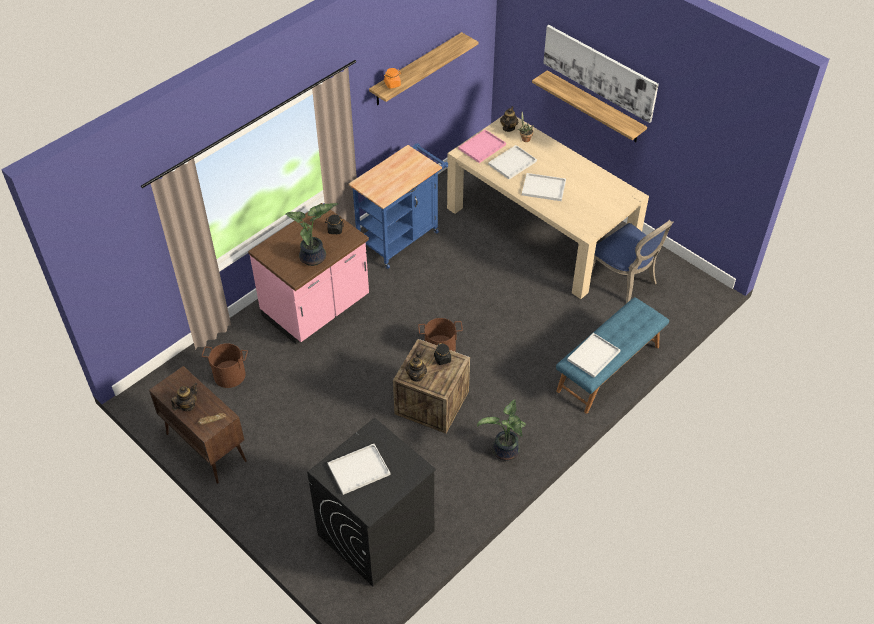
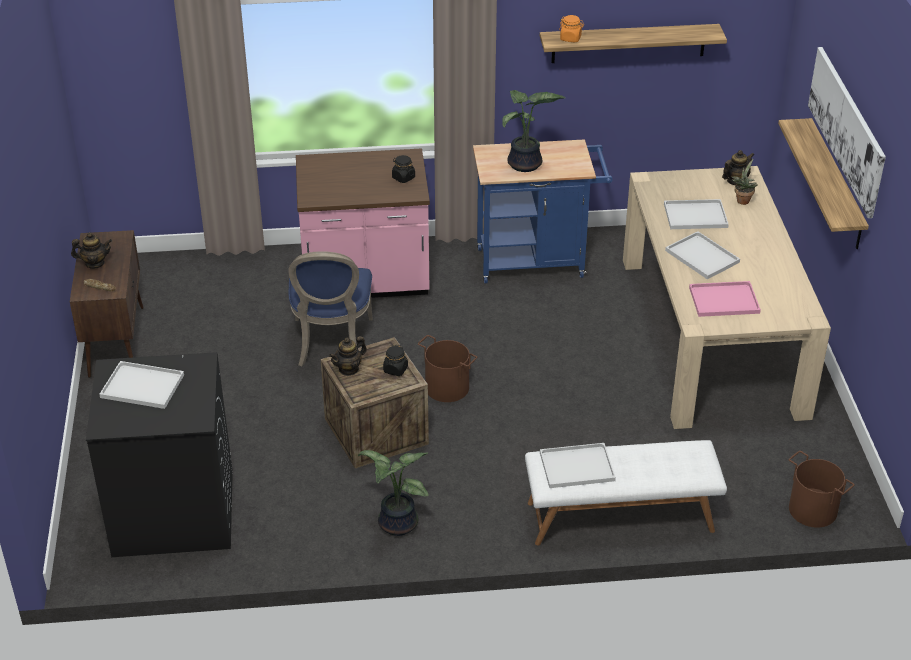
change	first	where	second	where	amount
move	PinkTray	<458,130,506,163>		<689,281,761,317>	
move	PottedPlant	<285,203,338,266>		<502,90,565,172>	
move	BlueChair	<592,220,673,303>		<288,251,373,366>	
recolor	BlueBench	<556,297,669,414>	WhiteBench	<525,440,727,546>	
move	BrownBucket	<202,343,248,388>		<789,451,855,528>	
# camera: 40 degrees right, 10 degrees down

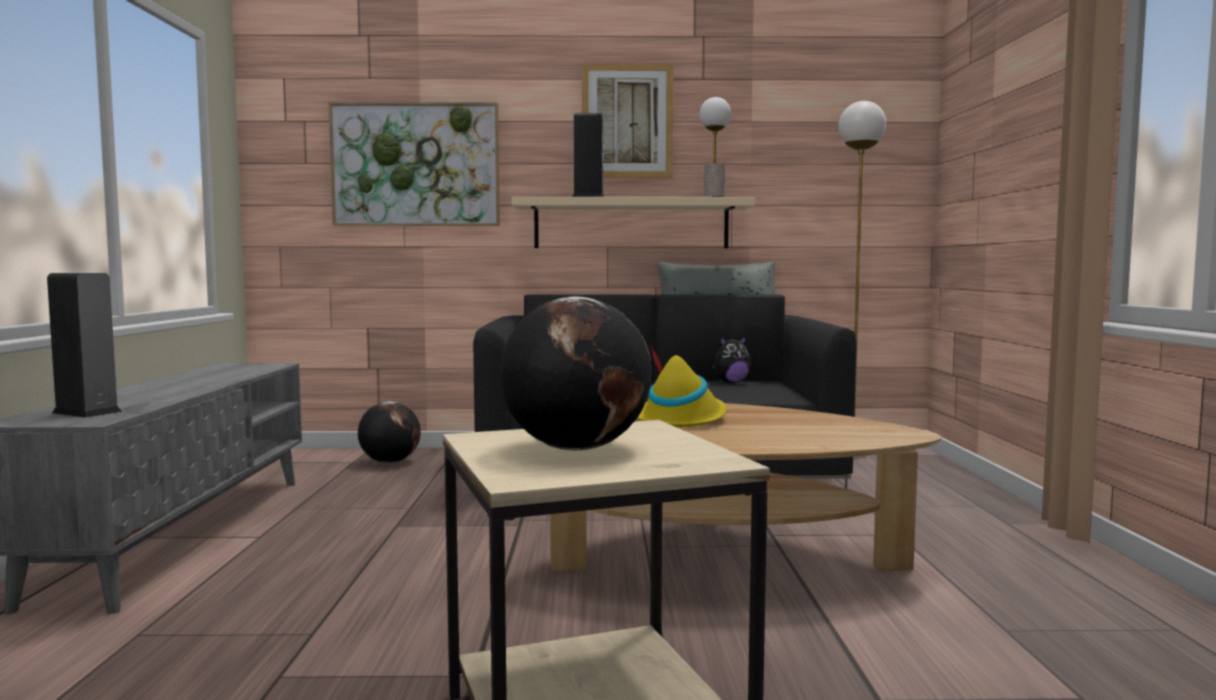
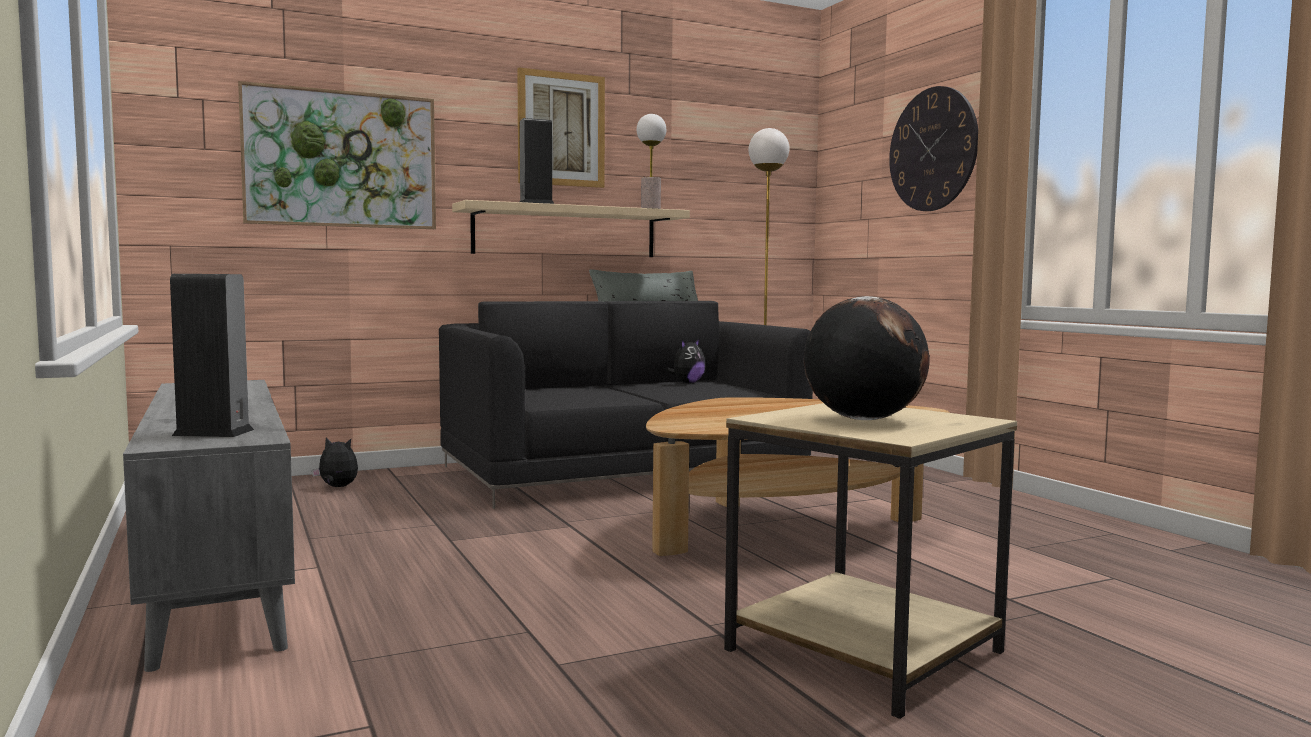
change	first	where	second	where	amount
delete	YellowHat	<637,345,727,428>			
replace	Globe	<358,401,421,463>	PlushToy	<312,437,358,487>	
insert			WallClock	<889,86,978,211>	
# camera: 25 degrees left, 0 degrees up

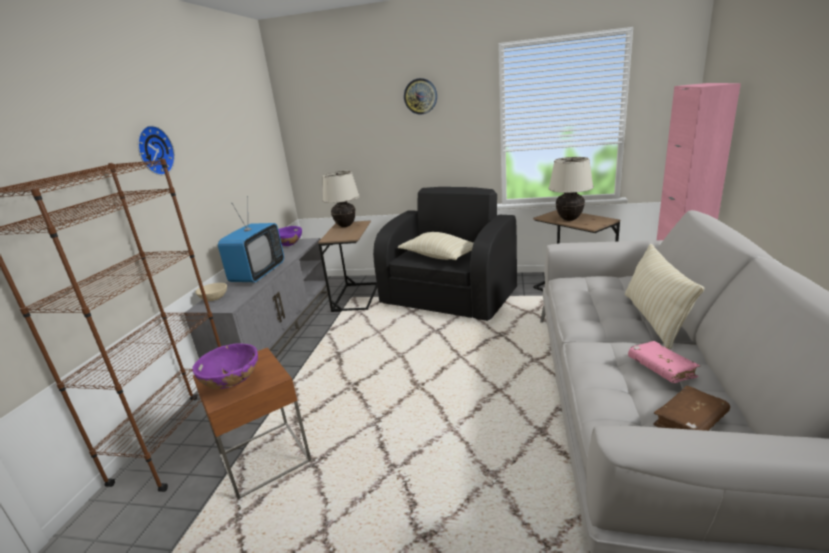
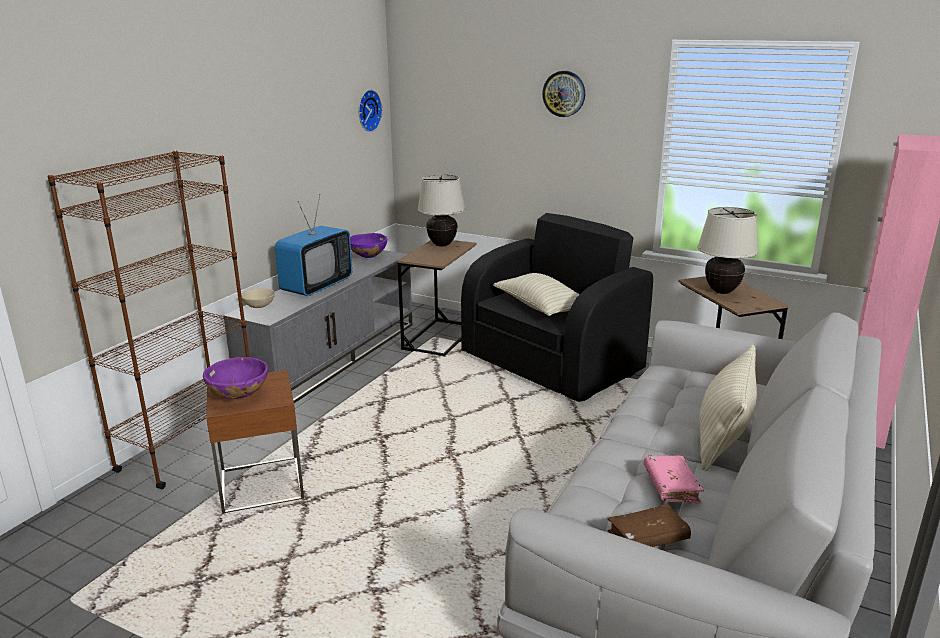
change	first	where	second	where	amount
move	WallClock	<138,125,175,175>		<358,90,382,132>	
# camera: 15 degrees right, 0 degrees up

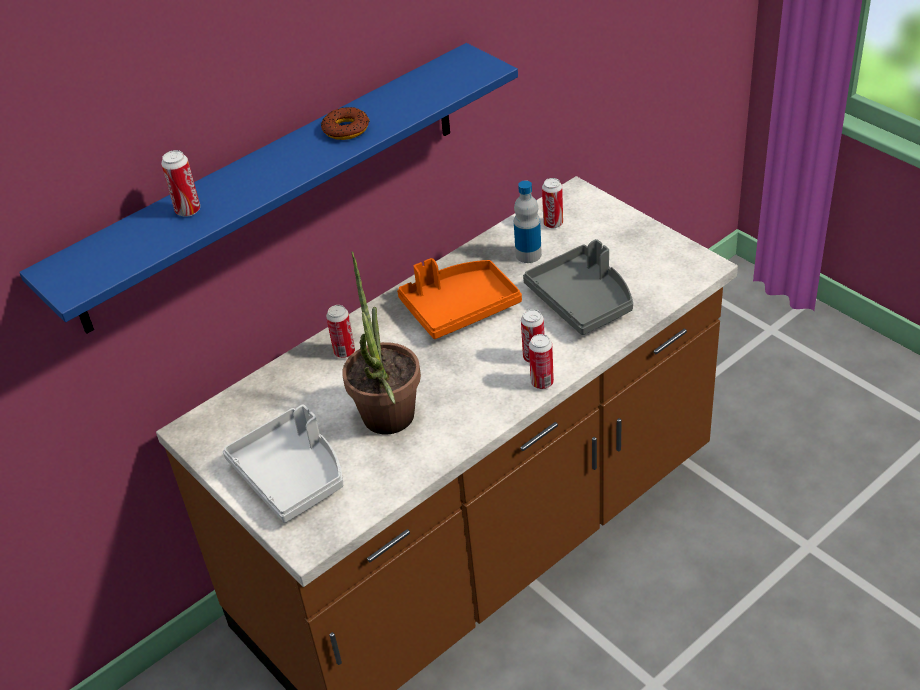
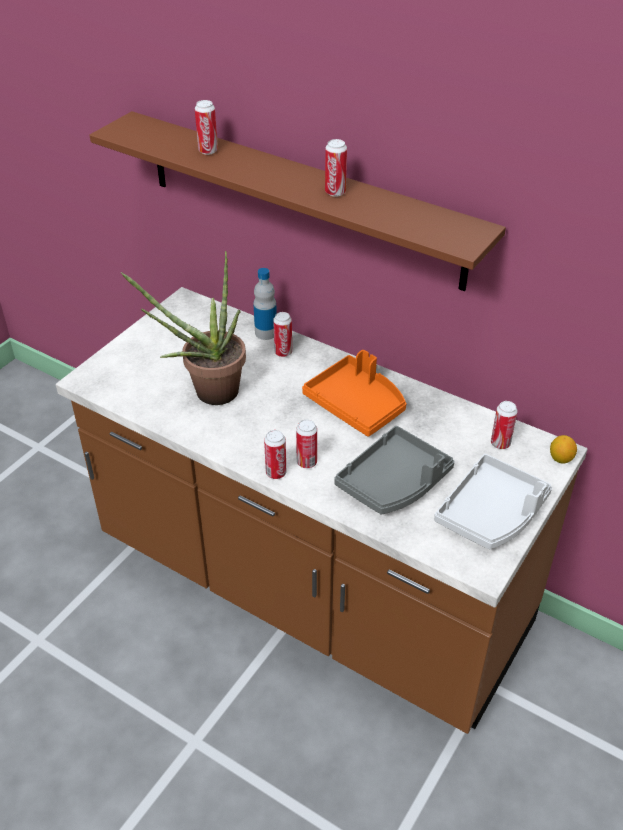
change	first	where	second	where	amount
recolor	BlueShelf	<19,43,518,334>	BrownShelf	<89,111,506,291>	
replace	Donut	<321,107,370,140>	Can	<325,139,347,197>	
move	Bottle	<514,180,542,263>		<253,268,277,340>	
move	GreyTray	<223,405,343,523>		<434,454,552,549>	
insert			Lemon	<550,435,577,464>	
# camera: 70 degrees right, 0 degrees up

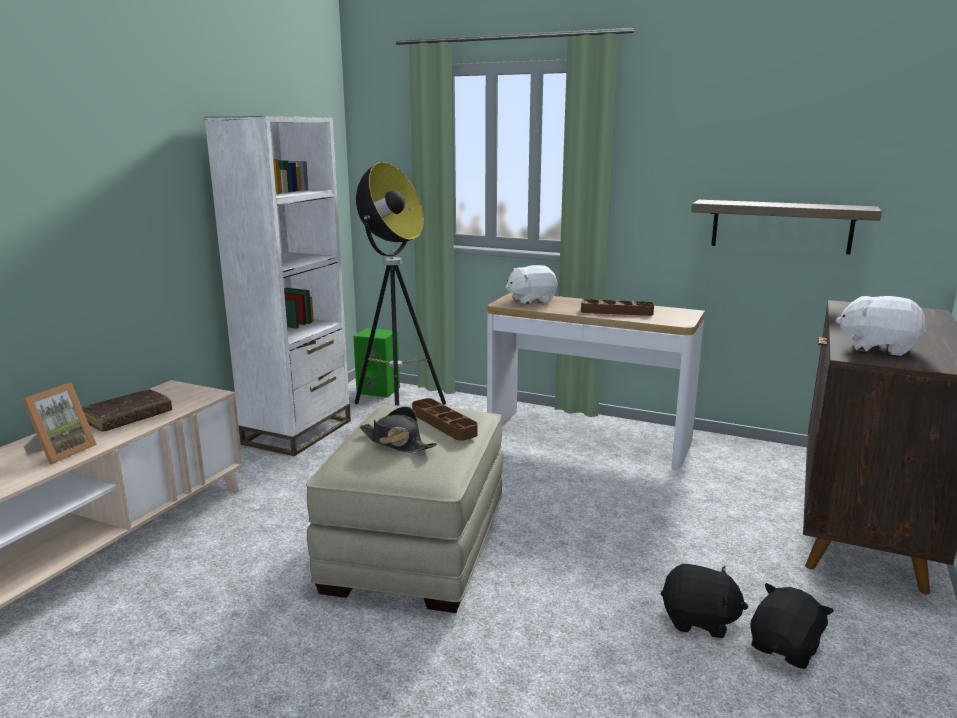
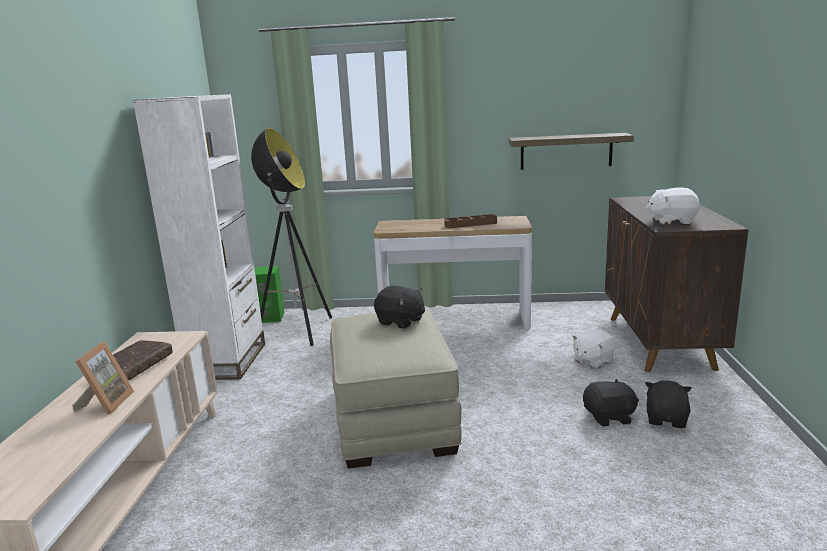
change	first	where	second	where	amount
move	WhitePlushToy	<505,265,558,305>		<572,329,616,369>	
replace	BrownTray	<412,398,478,441>	BlackPlushToy	<374,286,425,329>	
delete	BlackHat	<360,406,437,453>			
# camera: 20 degrees left, 0 degrees up

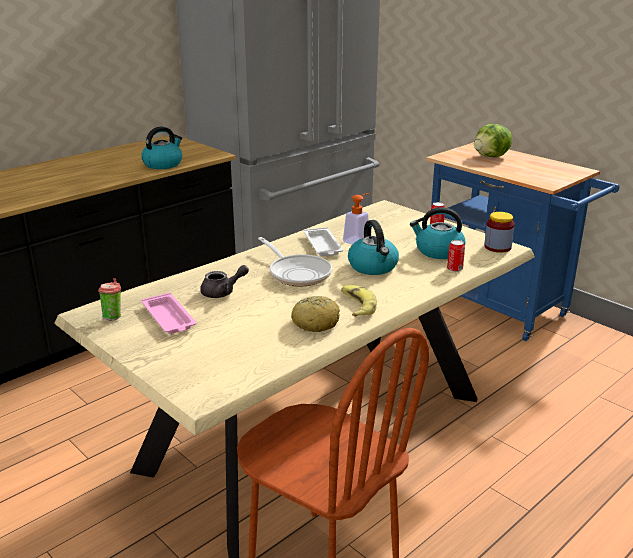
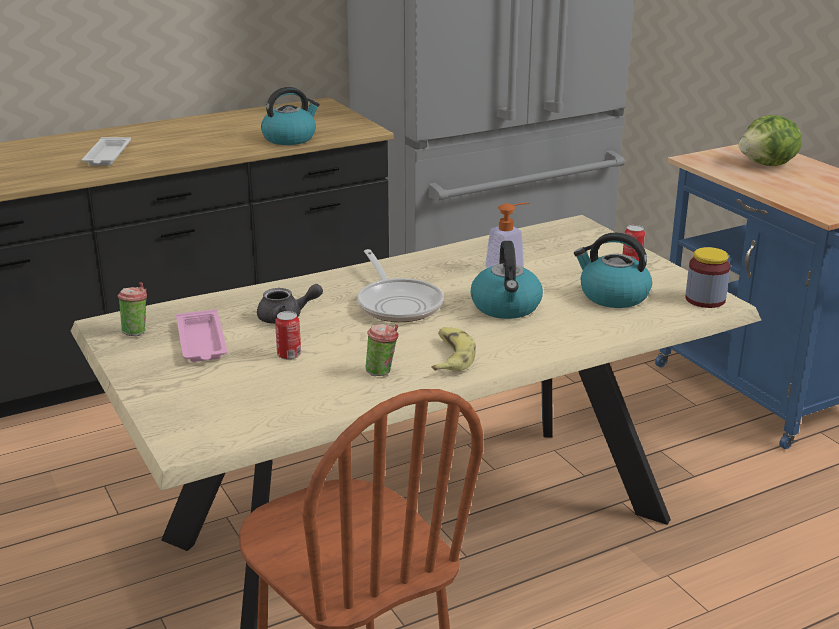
change	first	where	second	where	amount
move	WhiteTray	<304,227,343,256>		<82,137,131,166>	
move	Can	<447,240,465,272>		<275,311,301,360>	
replace	Bread	<291,296,340,332>	Cup	<365,324,399,376>	
# camera: 15 degrees right, 0 degrees up

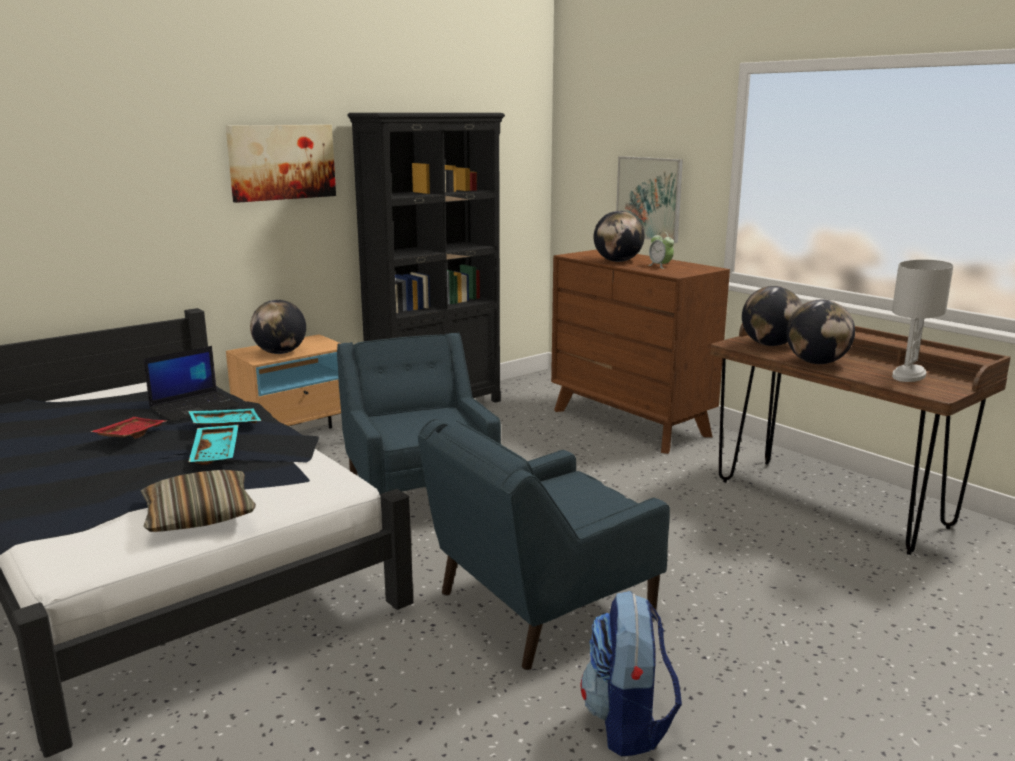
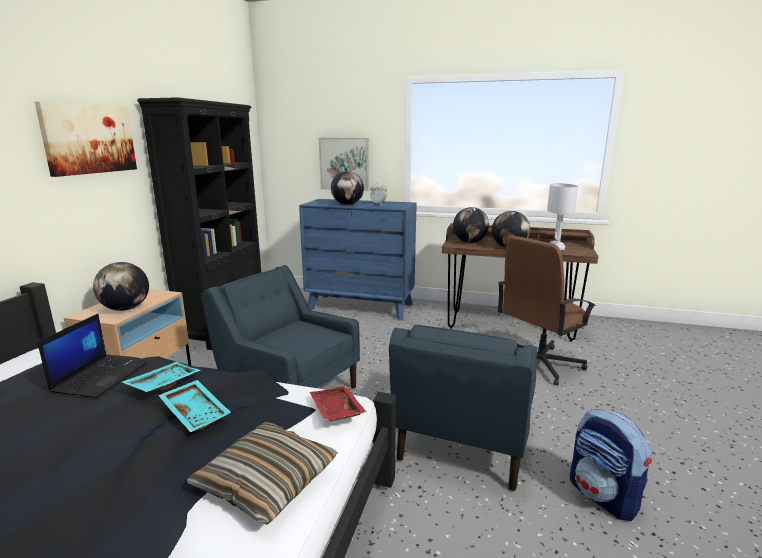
change	first	where	second	where	amount
recolor	BrownDresser	<551,250,730,454>	BlueDresser	<299,199,417,321>	
move	RedTray	<90,417,166,439>		<310,386,366,421>	
insert			BrownOfficeChair	<498,236,596,386>	
# camera: 35 degrees left, 0 degrees up

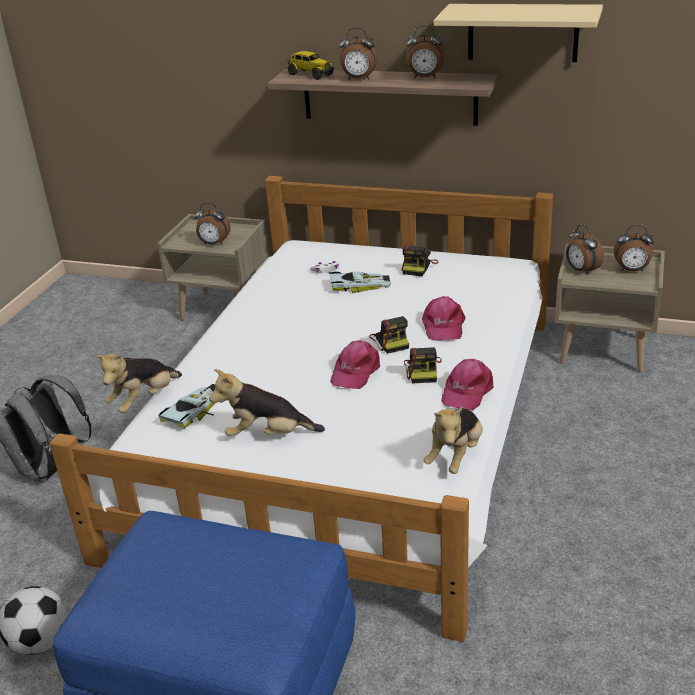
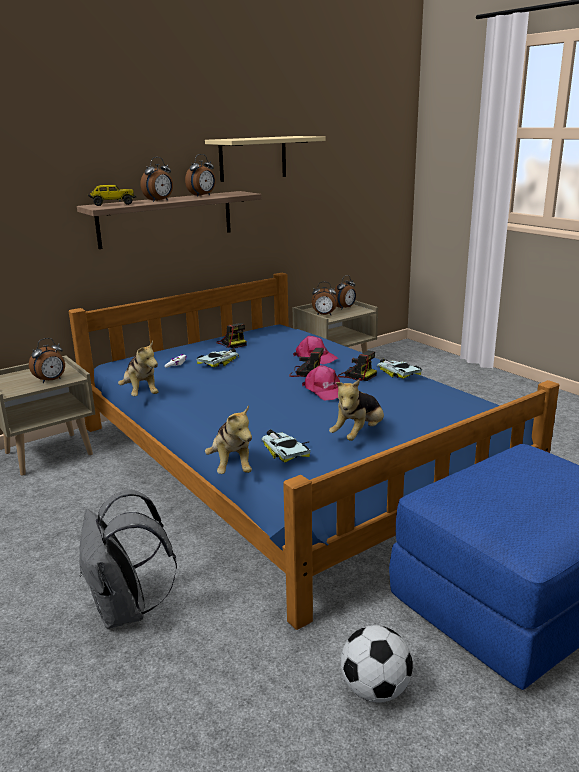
change	first	where	second	where	amount
recolor	WhiteBed	<49,176,553,642>	BlueBed	<69,273,559,630>	
replace	PinkCap	<441,359,493,410>	ToyCar	<377,358,422,379>	
move	PlushToy	<424,406,483,474>		<118,341,159,396>	
# camera: 55 degrees left, 10 degrees down

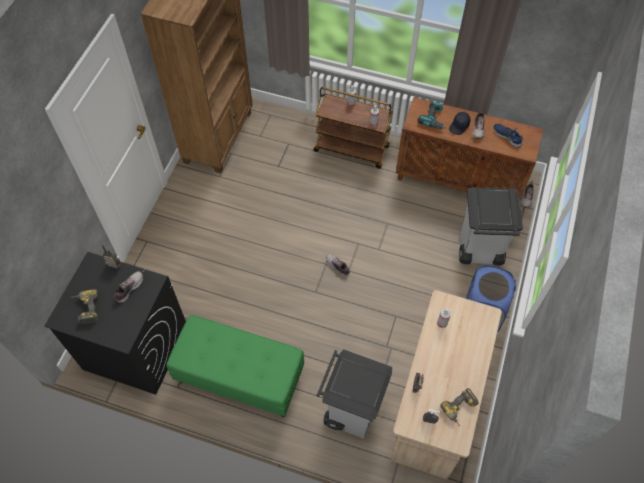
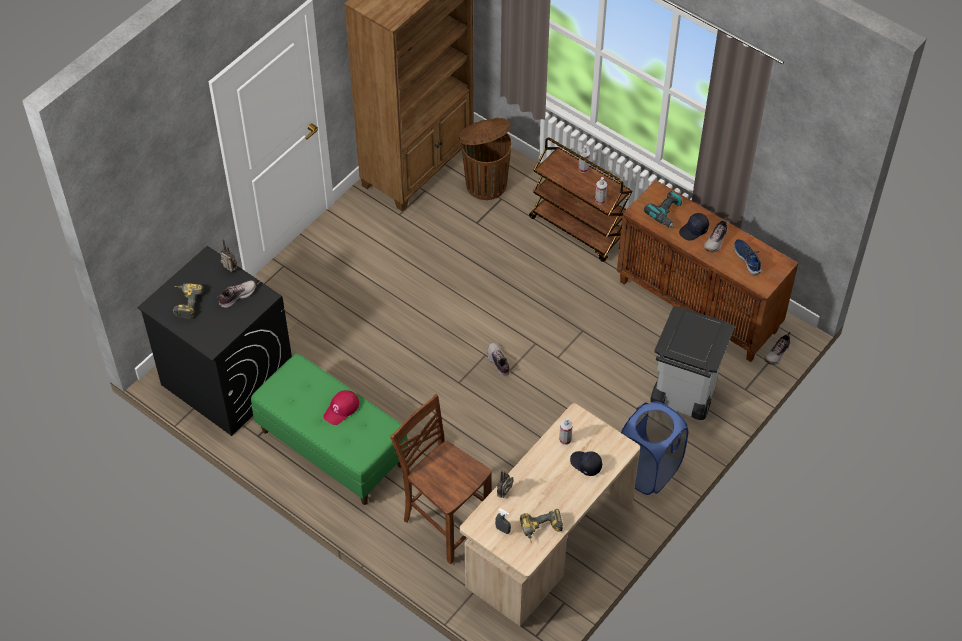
change	first	where	second	where	amount
replace	GreyTrashCan	<317,349,392,439>	BrownChair	<390,394,492,564>	
insert			BrownTrashCan	<459,118,512,200>	
insert			RedCap	<323,390,359,425>	
insert			BlackCap	<570,451,602,476>	
# camera: 20 degrees right, 5 degrees down

